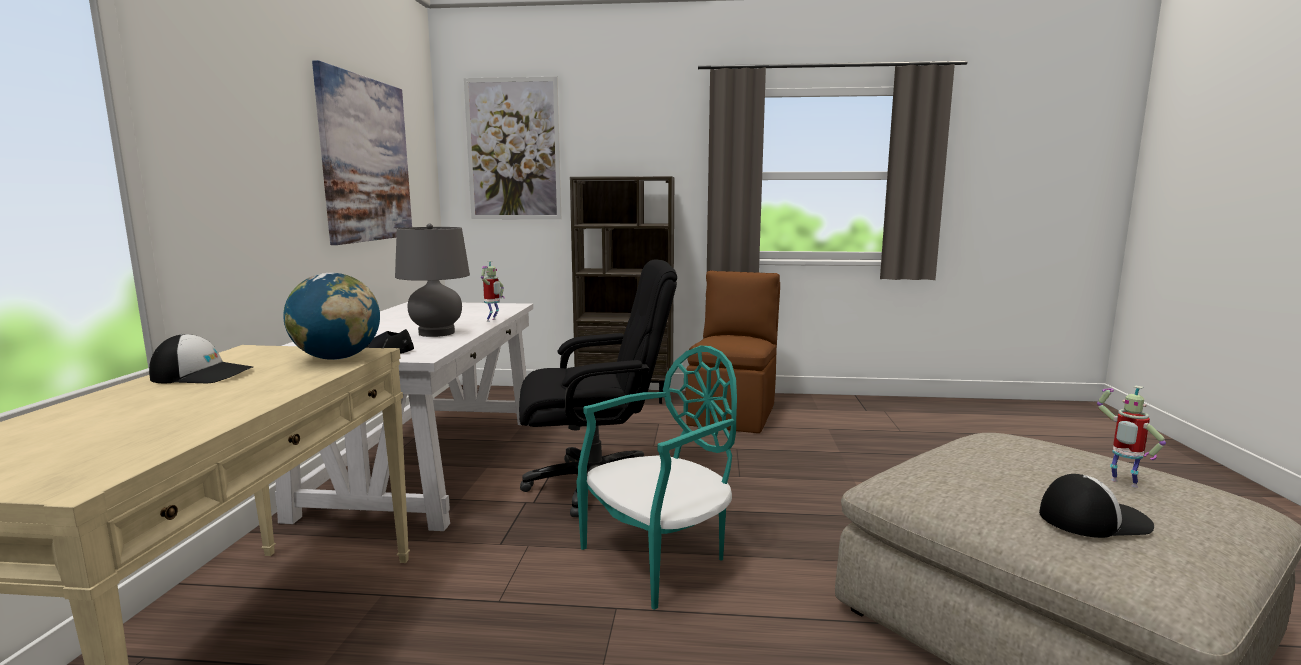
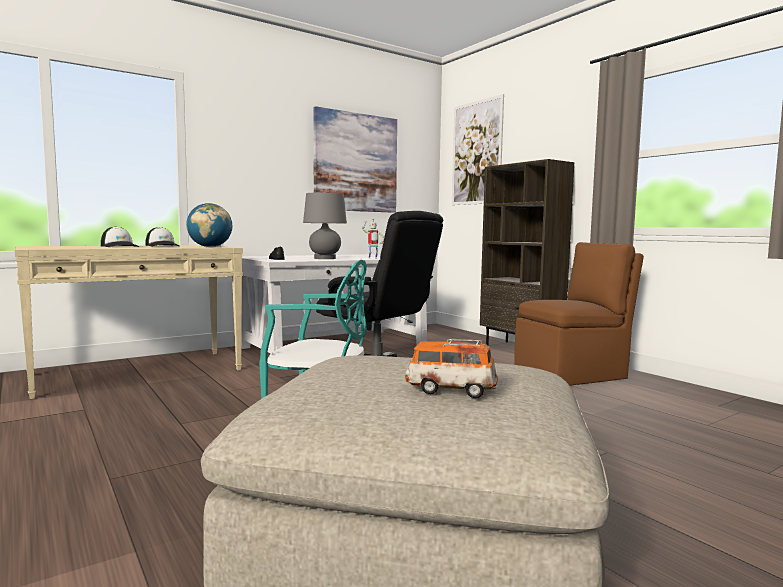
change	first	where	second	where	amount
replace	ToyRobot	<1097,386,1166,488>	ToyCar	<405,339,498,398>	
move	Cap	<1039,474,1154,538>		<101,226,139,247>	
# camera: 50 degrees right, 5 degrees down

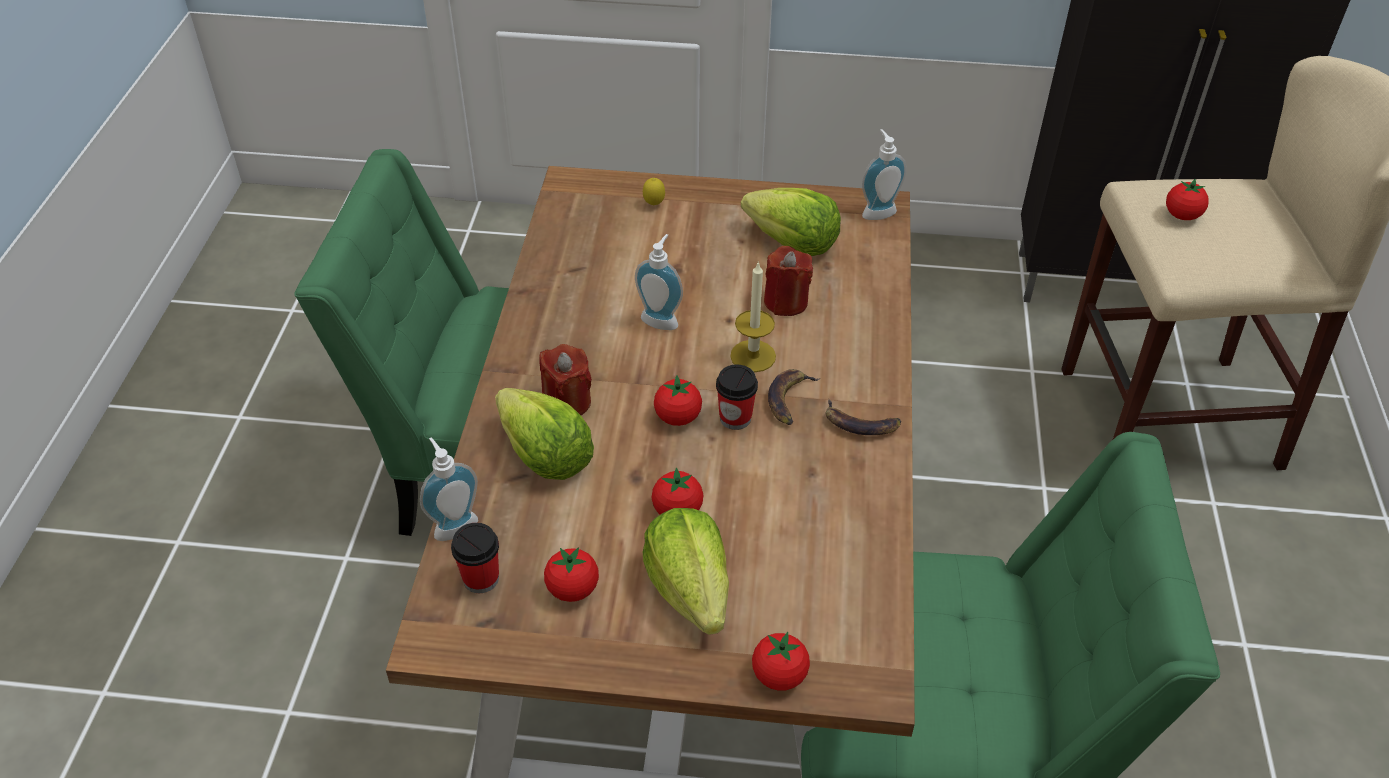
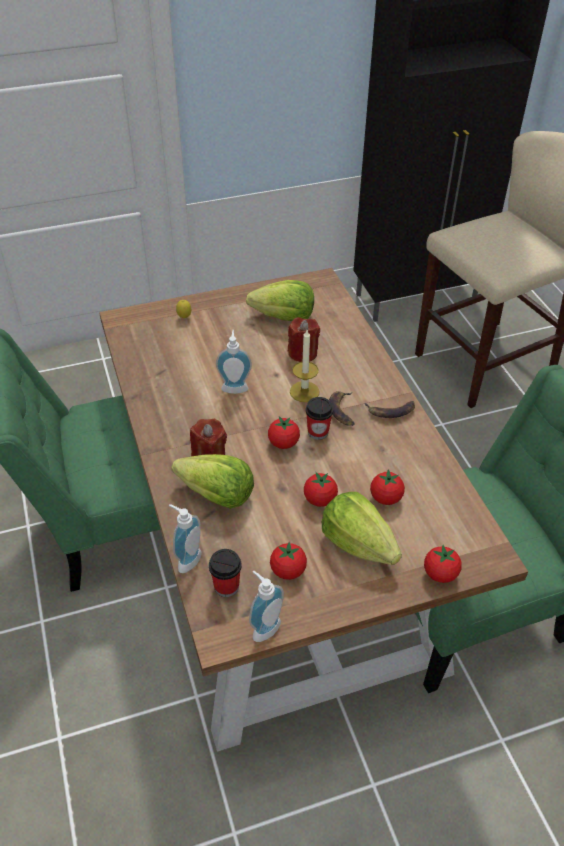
change	first	where	second	where	amount
move	SoapDispenser	<862,129,907,220>		<249,571,284,642>	
move	Tomato	<1166,179,1209,220>		<370,469,405,505>	
# camera: 25 degrees left, 0 degrees up

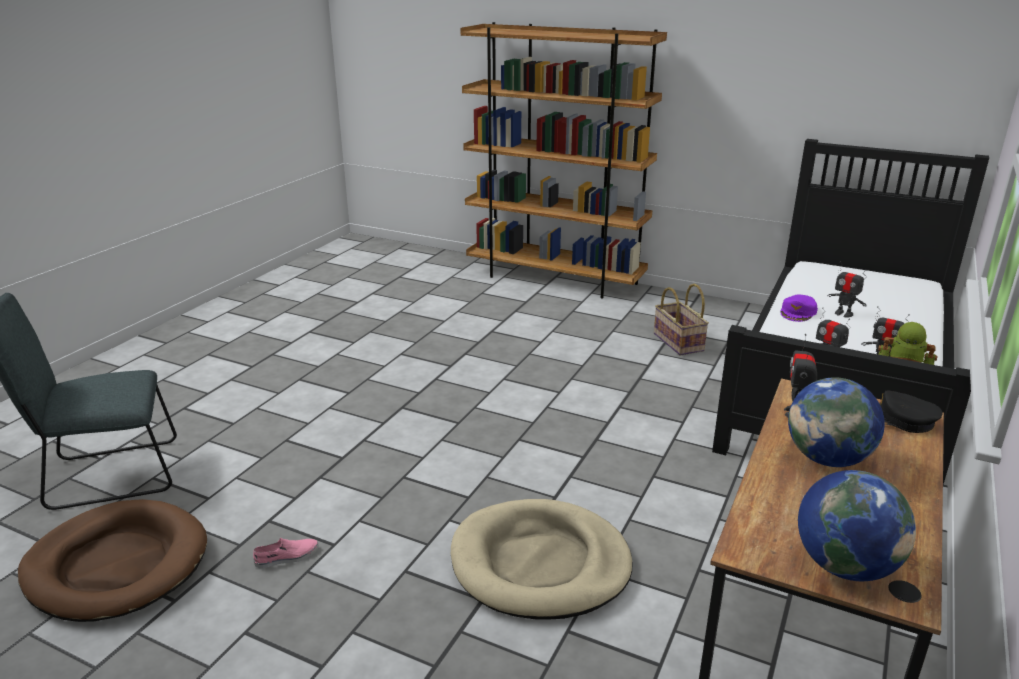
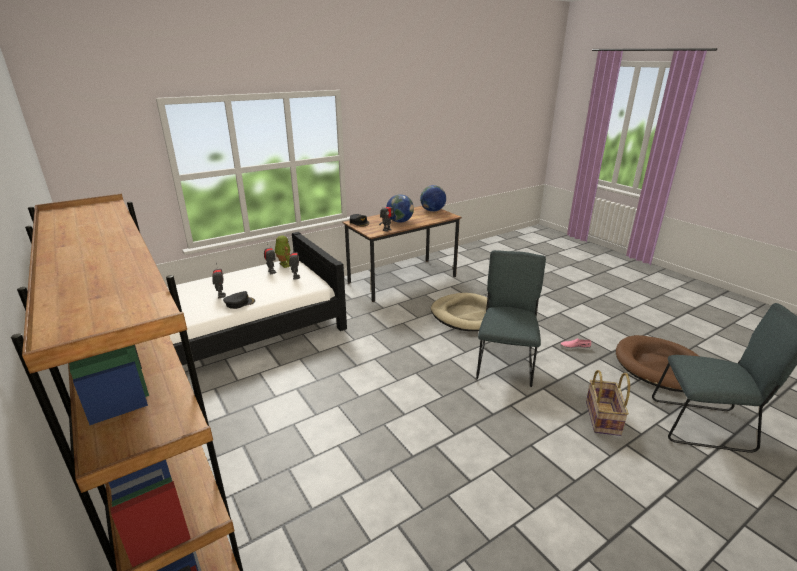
change	first	where	second	where	amount
move	Basket	<654,284,709,355>		<586,370,630,436>	
recolor	PurpleCap	<780,295,818,322>	BlackCap	<223,291,255,309>	
insert			GreyChair	<476,250,546,387>	
# camera: 150 degrees left, 0 degrees up

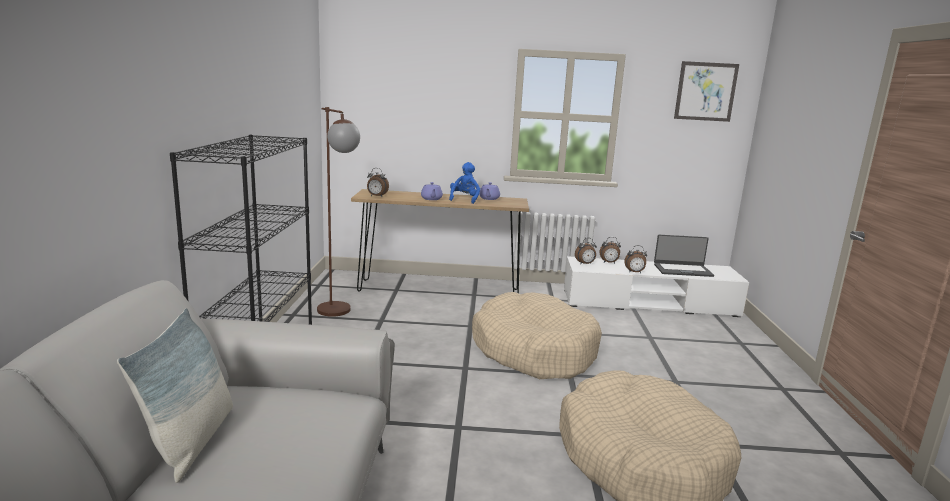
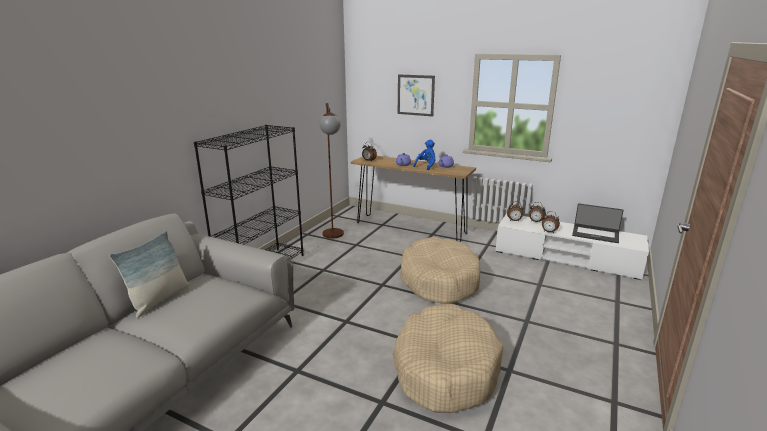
change	first	where	second	where	amount
move	Picture	<674,61,739,122>		<398,74,435,117>	
# camera: 25 degrees right, 5 degrees up

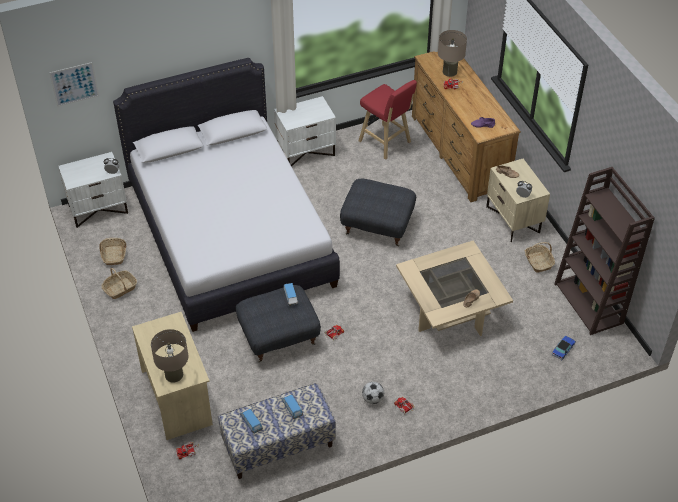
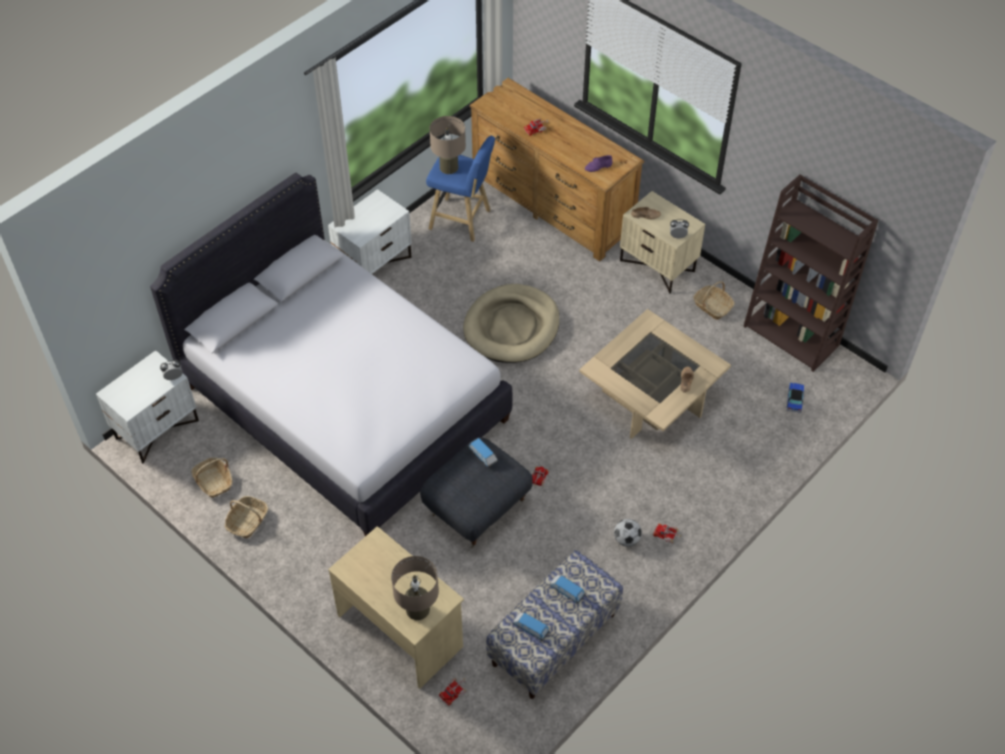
change	first	where	second	where	amount
move	BeigeTableLamp	<438,30,467,77>		<429,116,466,174>	
delete	Picture	<50,62,99,107>			
recolor	RedStool	<359,80,417,160>	BlueStool	<426,136,495,242>	
replace	GreyOttoman	<340,179,416,246>	BeigeDogBed	<463,284,559,363>	
# camera: 25 degrees left, 5 degrees up

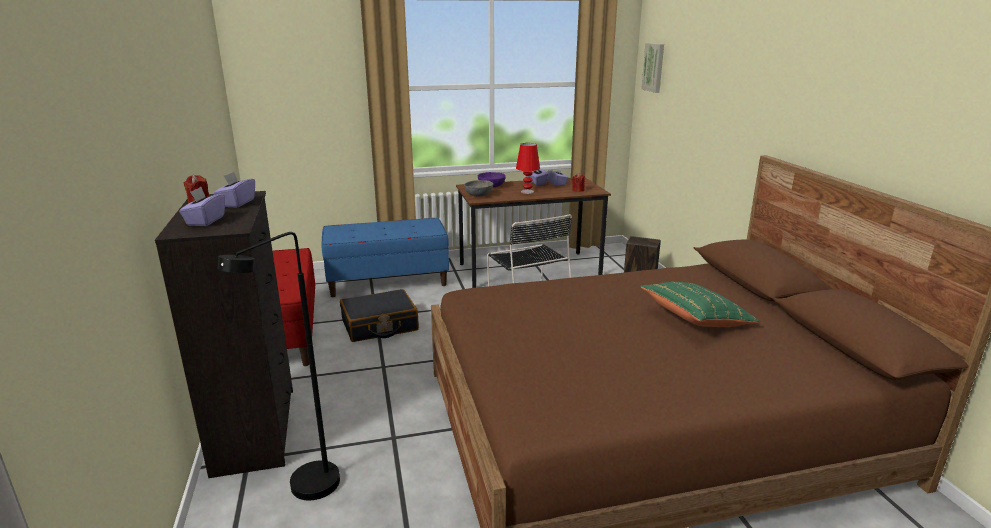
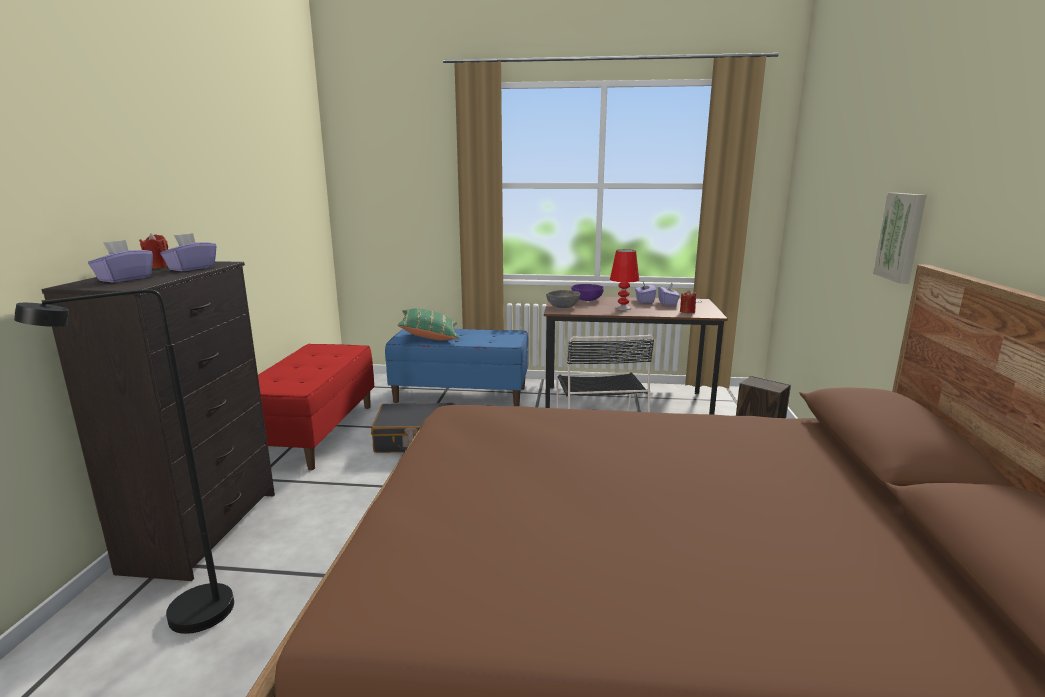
change	first	where	second	where	amount
move	Picture	<641,43,664,93>		<873,193,926,284>	
move	GreenPillow	<640,282,760,327>		<398,308,459,341>	
# camera: 20 degrees right, 5 degrees down

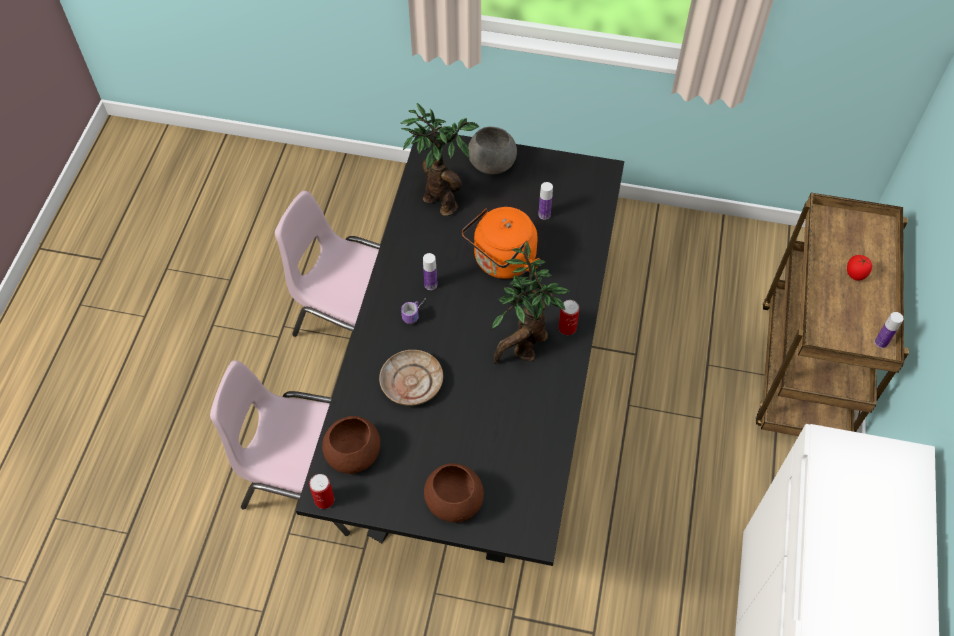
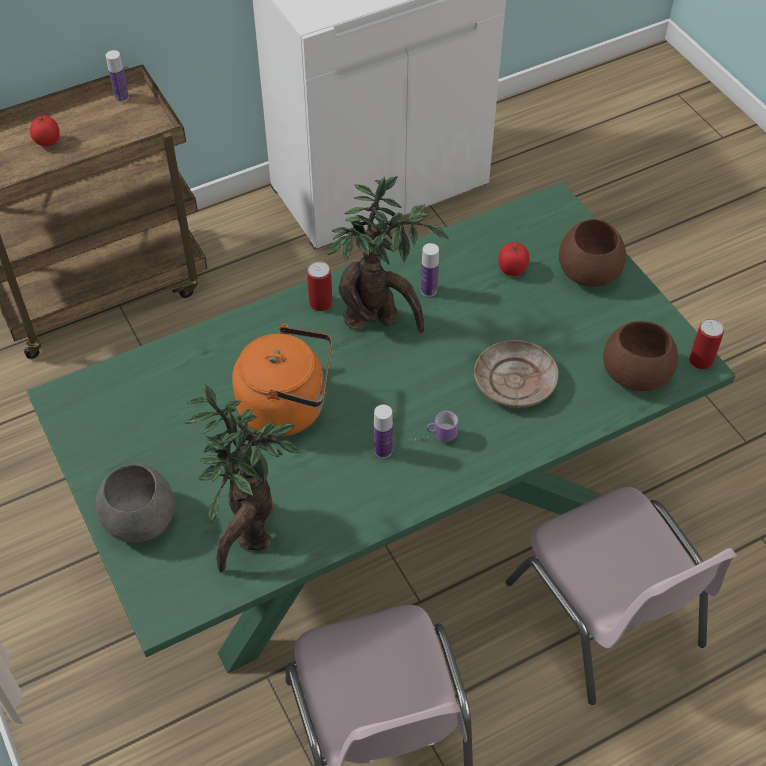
change	first	where	second	where	amount
recolor	BlackDiningTable	<296,130,624,566>	GreenDiningTable	<27,182,736,673>	
move	Bottle	<538,182,553,220>		<421,243,439,297>	
insert			Tomato	<498,242,529,276>	
# camera: 130 degrees left, 5 degrees down

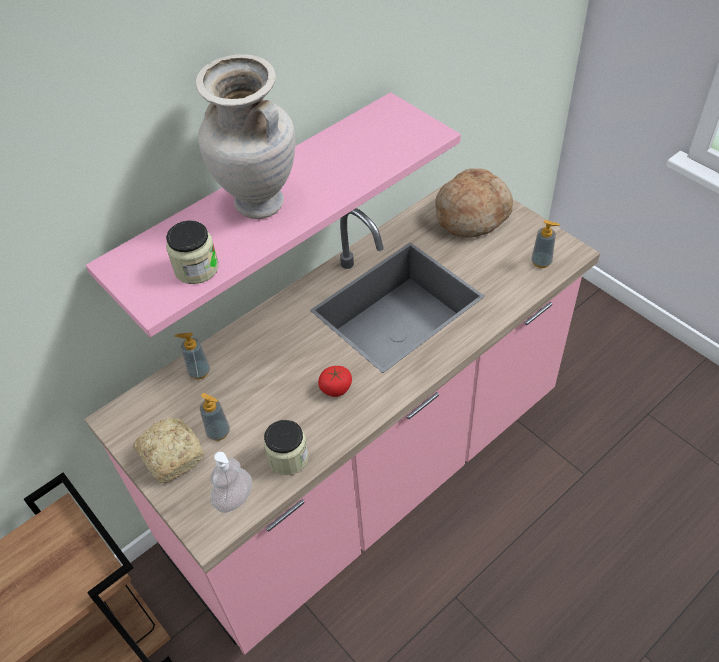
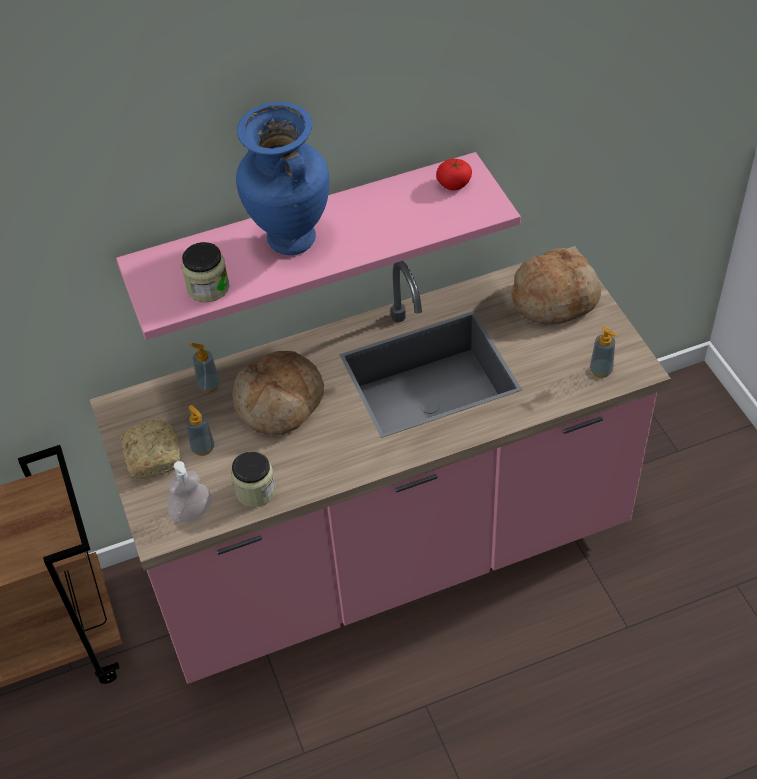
change	first	where	second	where	amount
recolor	BeigeVase	<195,54,295,219>	BlueVase	<236,102,329,255>	
move	Tomato	<318,366,352,397>		<436,159,472,190>	
insert			Bread	<232,351,324,435>	
# camera: 20 degrees right, 0 degrees up

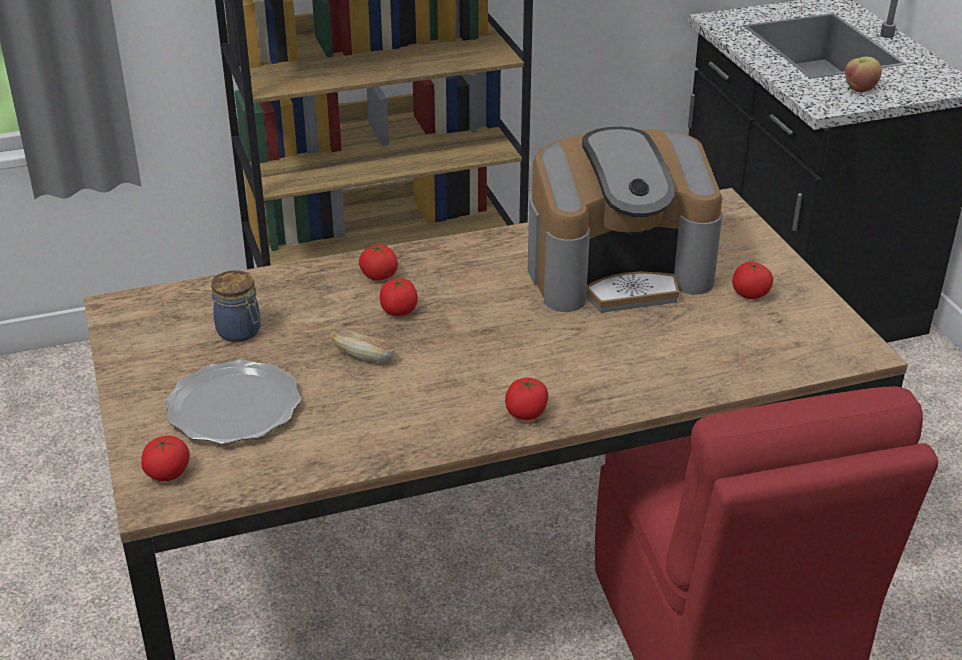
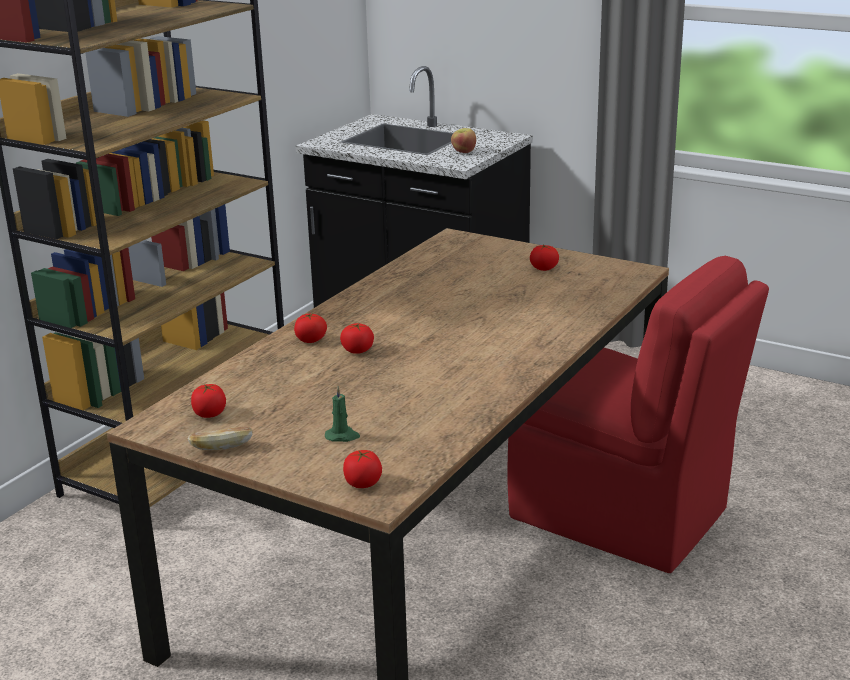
change	first	where	second	where	amount
delete	CoffeeMachine	<528,127,722,313>			
delete	Jar	<211,270,260,342>			
move	Bread	<331,329,395,361>		<188,427,253,450>	
replace	Plate	<165,360,301,444>	GreenCandle	<325,386,360,442>	
move	Tomato	<505,377,548,420>		<191,384,226,418>	
# camera: 40 degrees left, 10 degrees down

